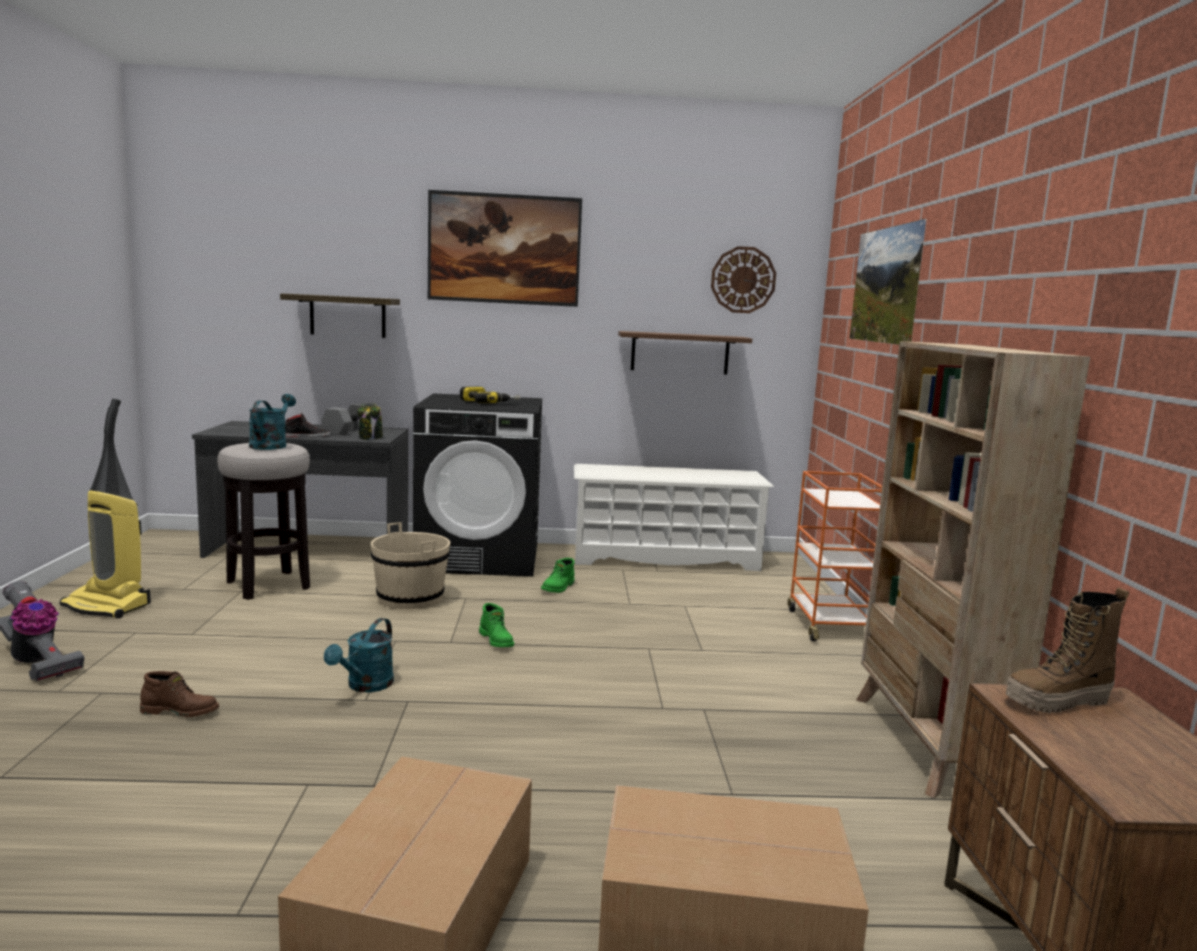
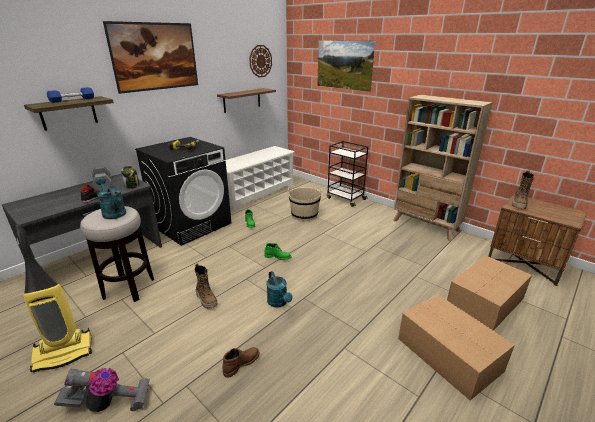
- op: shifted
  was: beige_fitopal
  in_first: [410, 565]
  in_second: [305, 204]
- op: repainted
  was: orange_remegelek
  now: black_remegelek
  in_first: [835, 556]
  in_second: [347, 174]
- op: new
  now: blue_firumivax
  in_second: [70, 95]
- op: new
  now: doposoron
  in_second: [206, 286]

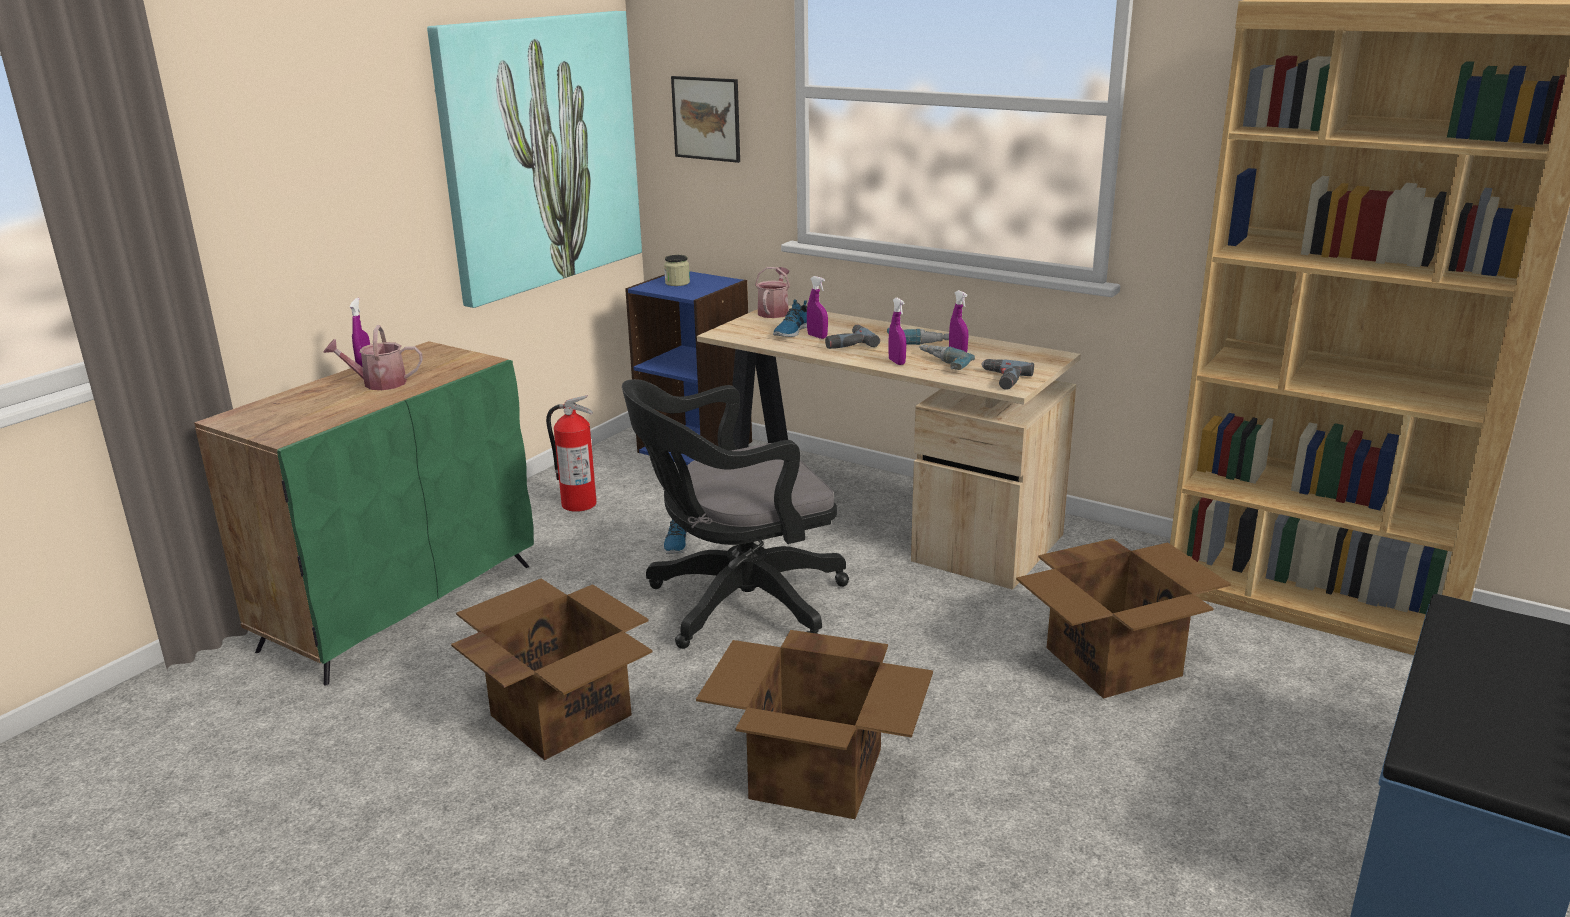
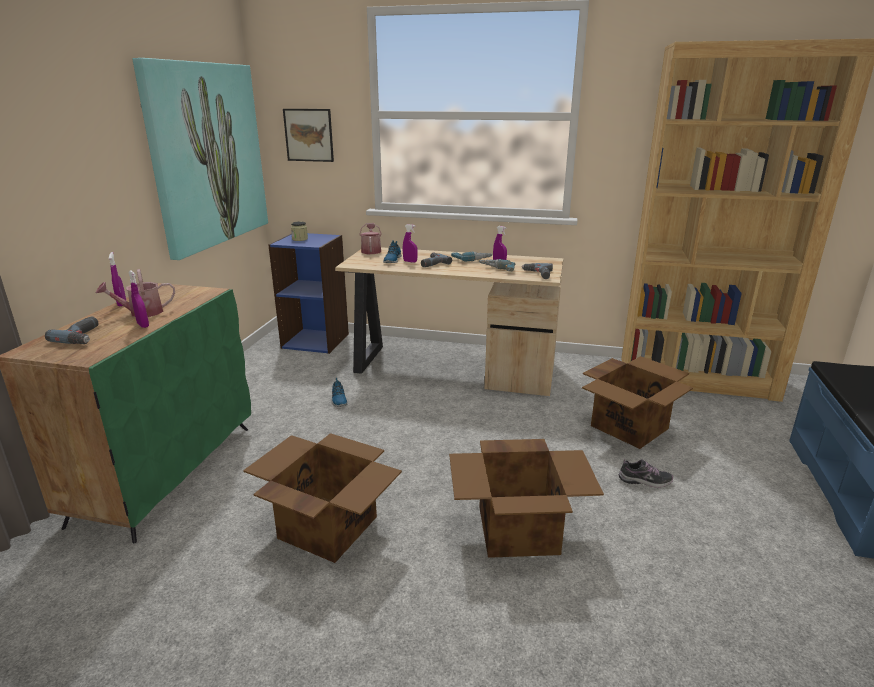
- op: gone
  was: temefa
  in_first: [571, 453]
- op: gone
  was: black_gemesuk
  in_first: [735, 514]
- op: shifted
  was: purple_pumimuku
  in_first: [897, 331]
  in_second: [138, 299]
- op: new
  now: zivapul
  in_second: [72, 330]
- op: new
  now: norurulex
  in_second: [646, 473]

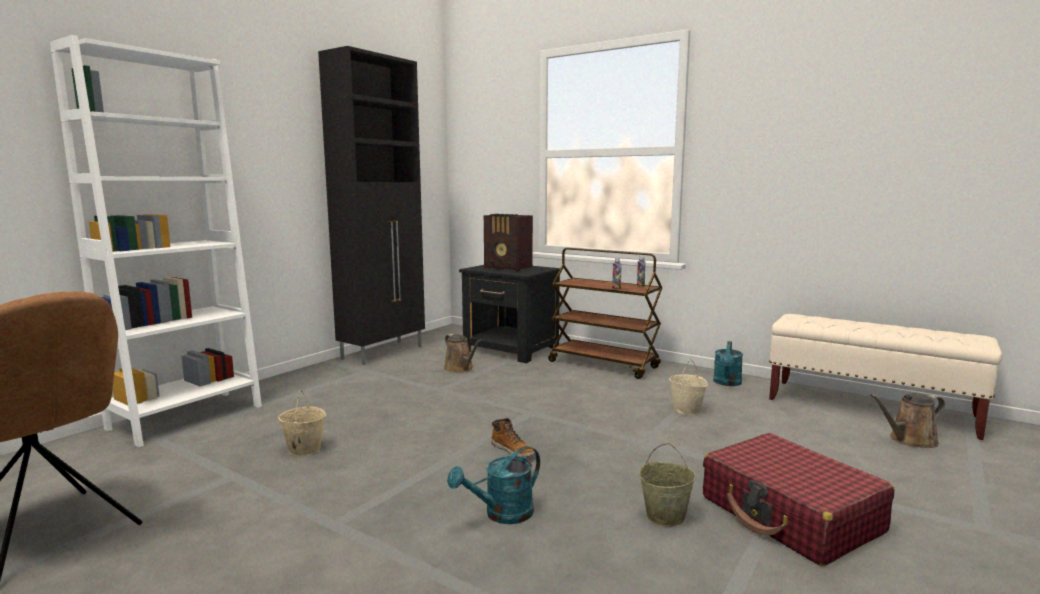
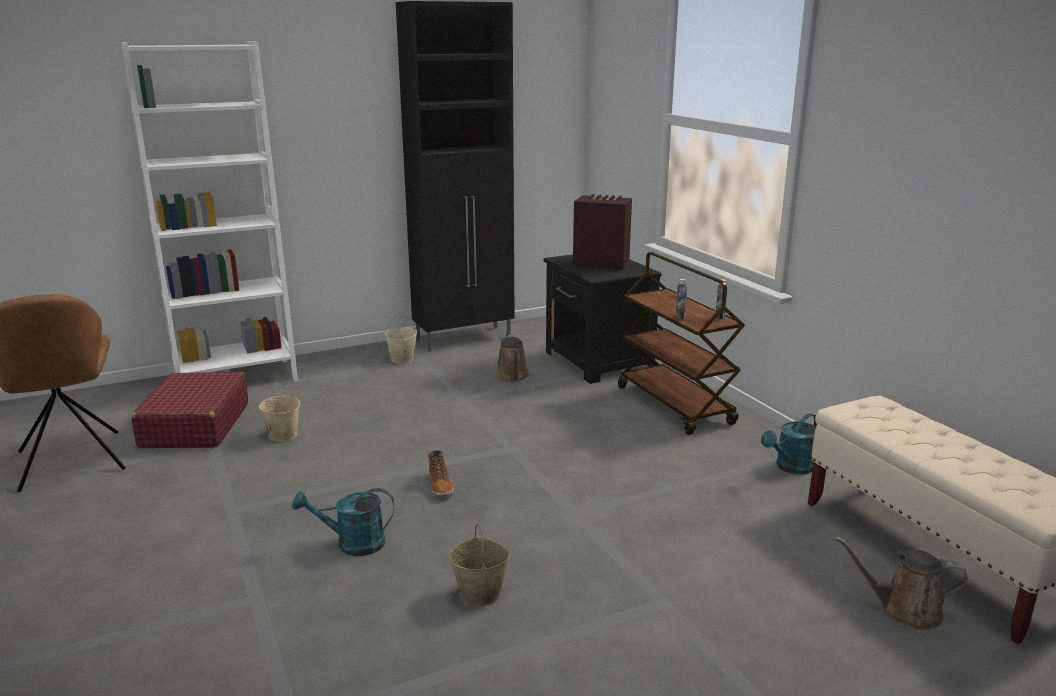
- op: rotated
  was: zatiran
  in_first: [508, 242]
  in_second: [602, 232]
  clockwise: 135
- op: shifted
  was: beige_fitopal
  in_first: [688, 387]
  in_second: [401, 339]
- op: shifted
  was: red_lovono
  in_first: [798, 499]
  in_second: [189, 410]

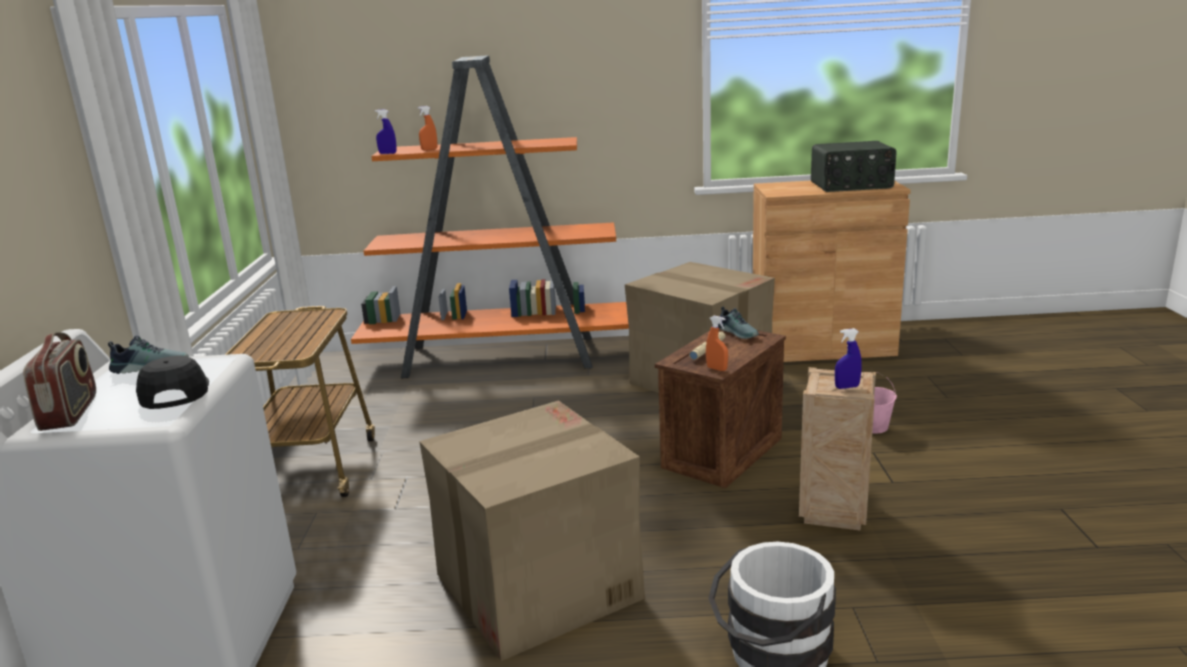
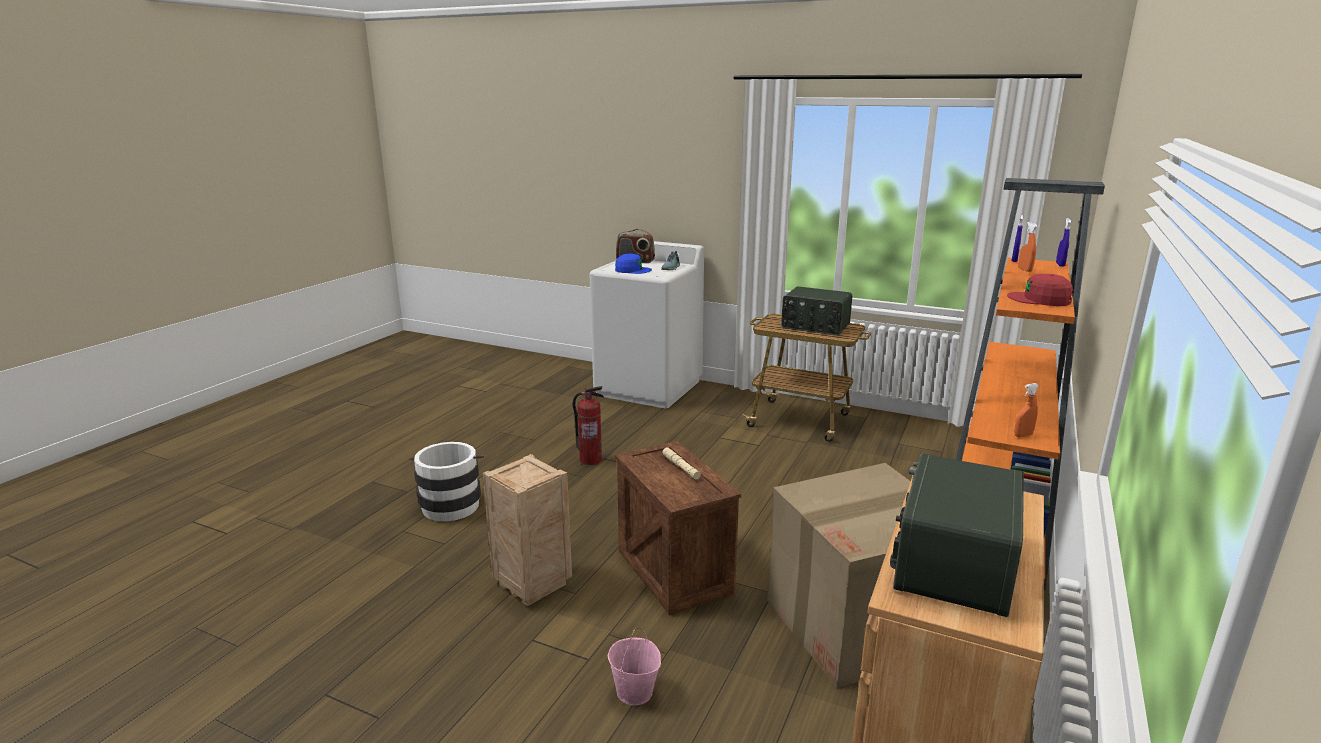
- op: repainted
  was: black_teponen
  now: blue_teponen
  in_first: [172, 382]
  in_second: [633, 264]
- op: swapped
  was: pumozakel
  now: temefa
  in_first: [532, 530]
  in_second: [588, 425]
- op: shifted
  was: orange_pumimuku
  in_first: [717, 343]
  in_second: [1026, 410]
- op: gone
  was: norurulex
  in_first: [738, 322]
- op: shifted
  was: blue_pumimuku
  in_first: [848, 358]
  in_second: [1063, 242]
- op: new
  now: zatiran
  in_second: [816, 310]
- op: new
  now: red_teponen
  in_second: [1040, 290]

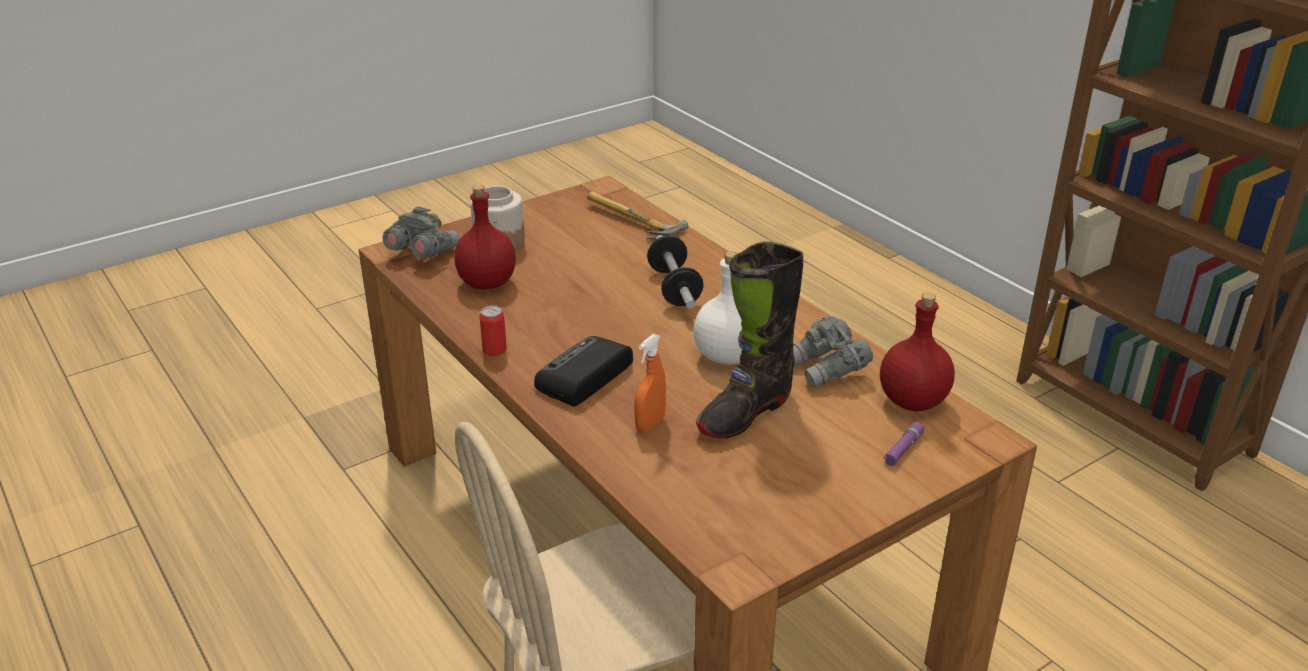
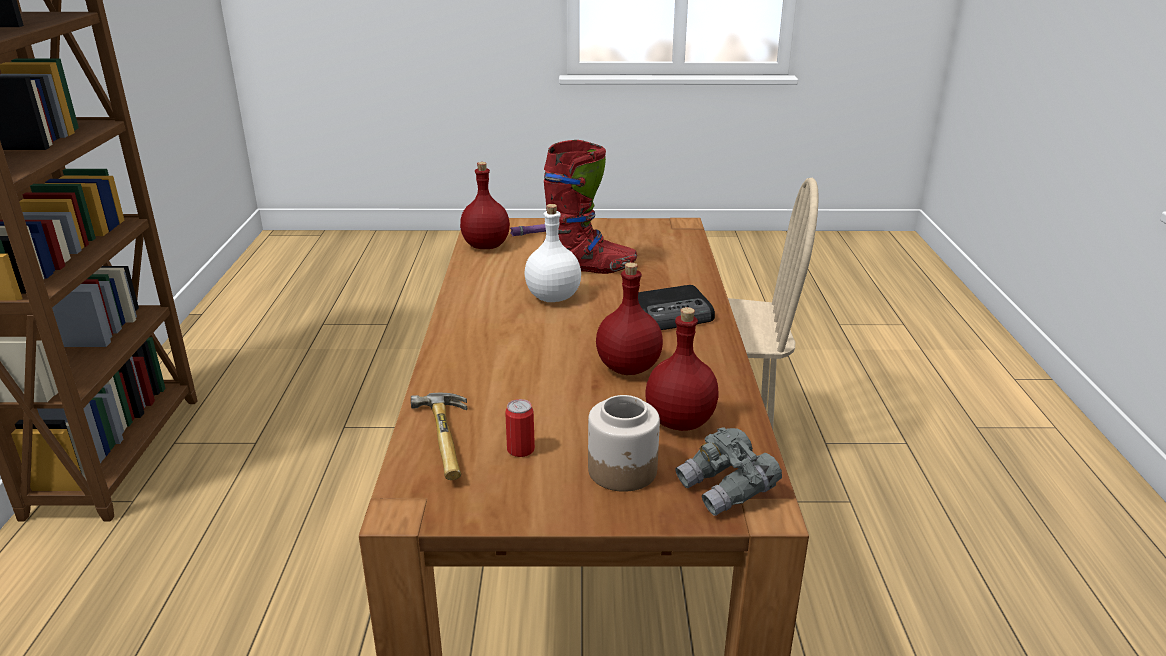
- op: shifted
  was: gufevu
  in_first: [493, 330]
  in_second: [520, 428]
- op: gone
  was: orange_pumimuku
  in_first: [650, 383]
- op: gone
  was: firumivax
  in_first: [675, 272]
- op: repainted
  was: black_doposoron
  now: red_doposoron
  in_first: [749, 340]
  in_second: [590, 207]
- op: gone
  was: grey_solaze
  in_first: [833, 352]
- op: new
  now: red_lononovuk
  in_second: [629, 318]

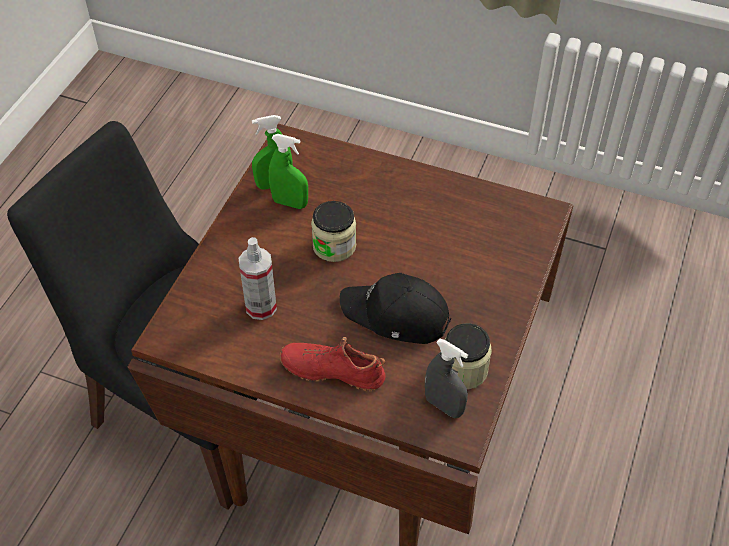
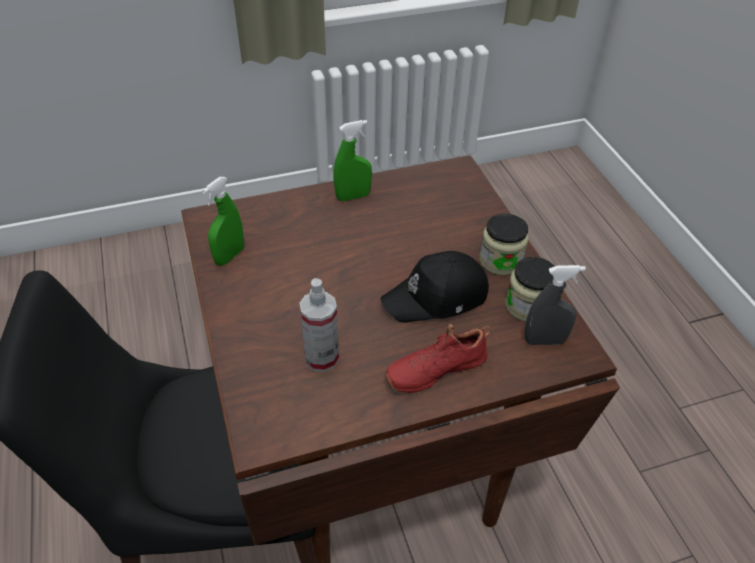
- op: shifted
  was: green_pumimuku
  in_first: [288, 171]
  in_second: [352, 160]
- op: shifted
  was: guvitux
  in_first: [333, 231]
  in_second: [504, 244]

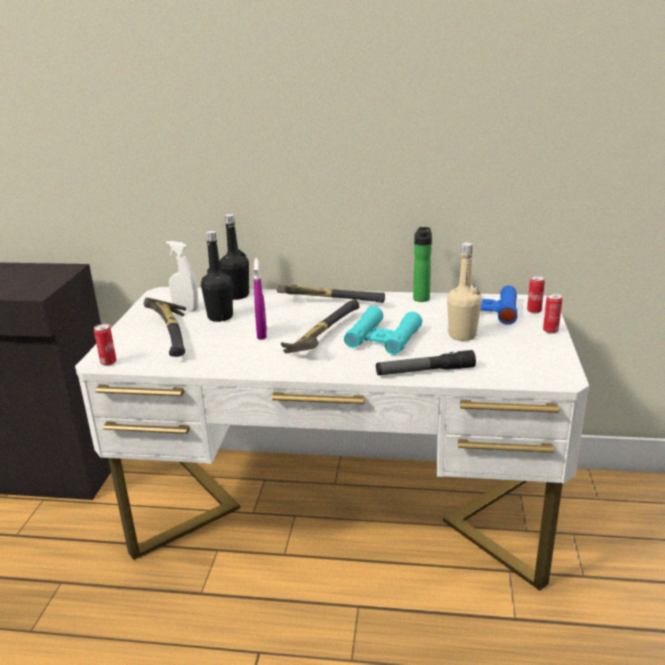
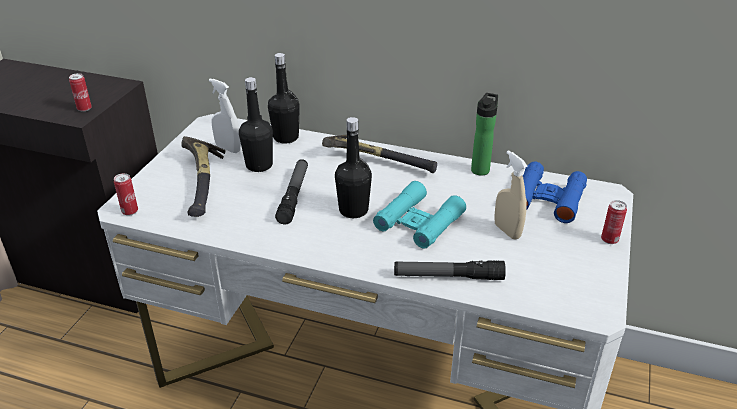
- op: swapped
  was: purple_pumimuku
  now: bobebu
  in_first: [260, 299]
  in_second: [291, 191]
- op: swapped
  was: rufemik
  now: black_lononovuk
  in_first: [320, 326]
  in_second: [353, 167]
- op: swapped
  was: beige_lononovuk
  now: beige_pumimuku
  in_first: [464, 291]
  in_second: [511, 195]
- op: shifted
  was: gufevu
  in_first: [536, 294]
  in_second: [80, 92]

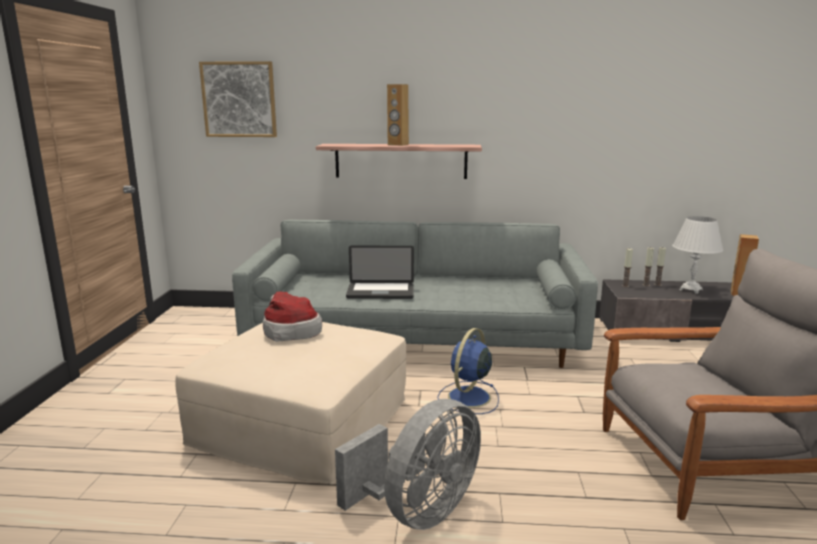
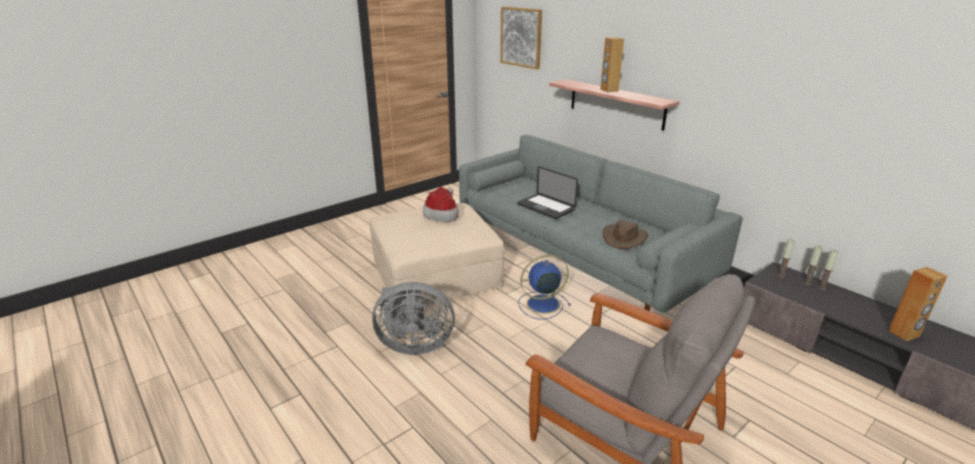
- op: gone
  was: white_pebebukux
  in_first: [697, 255]
- op: new
  now: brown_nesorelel
  in_second: [625, 234]

